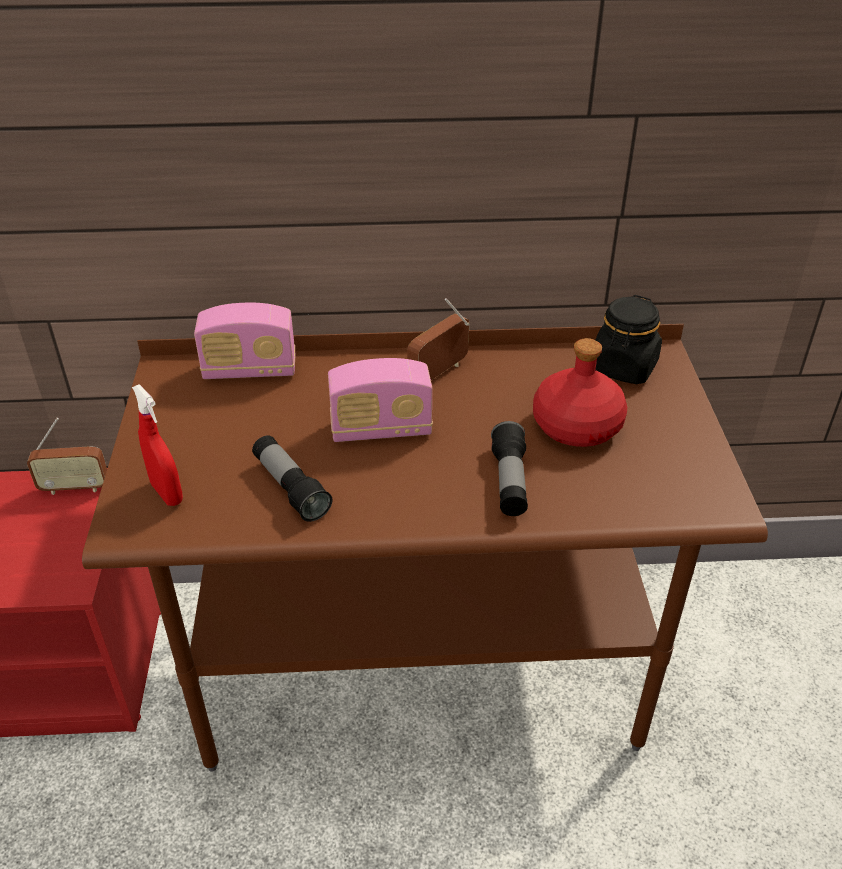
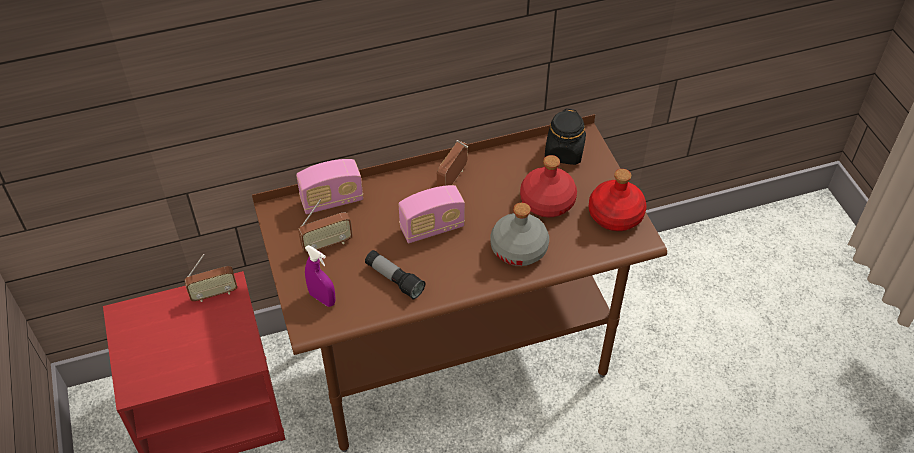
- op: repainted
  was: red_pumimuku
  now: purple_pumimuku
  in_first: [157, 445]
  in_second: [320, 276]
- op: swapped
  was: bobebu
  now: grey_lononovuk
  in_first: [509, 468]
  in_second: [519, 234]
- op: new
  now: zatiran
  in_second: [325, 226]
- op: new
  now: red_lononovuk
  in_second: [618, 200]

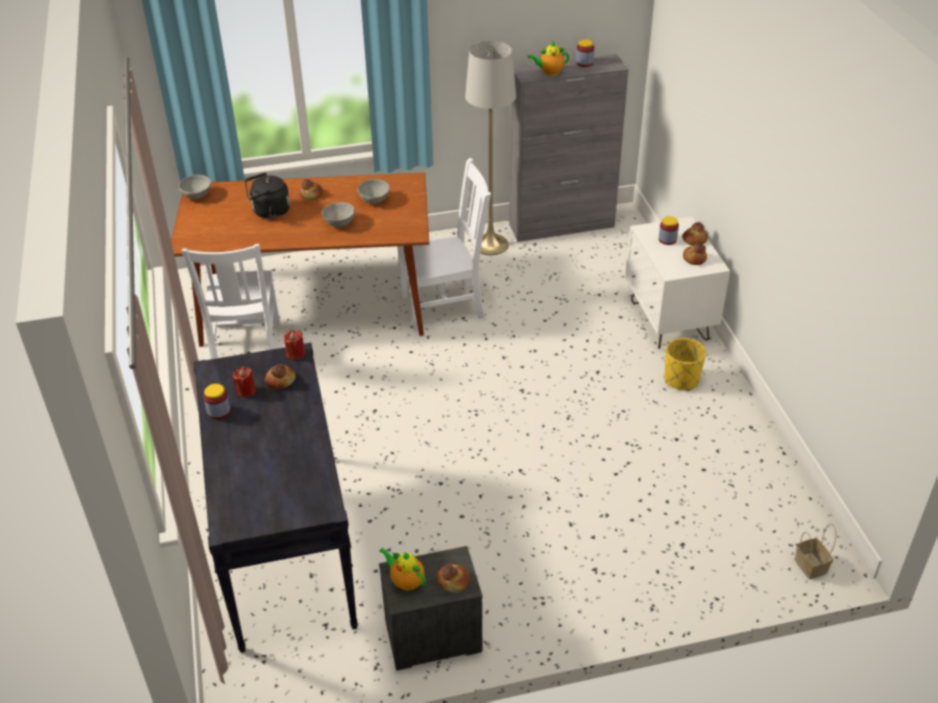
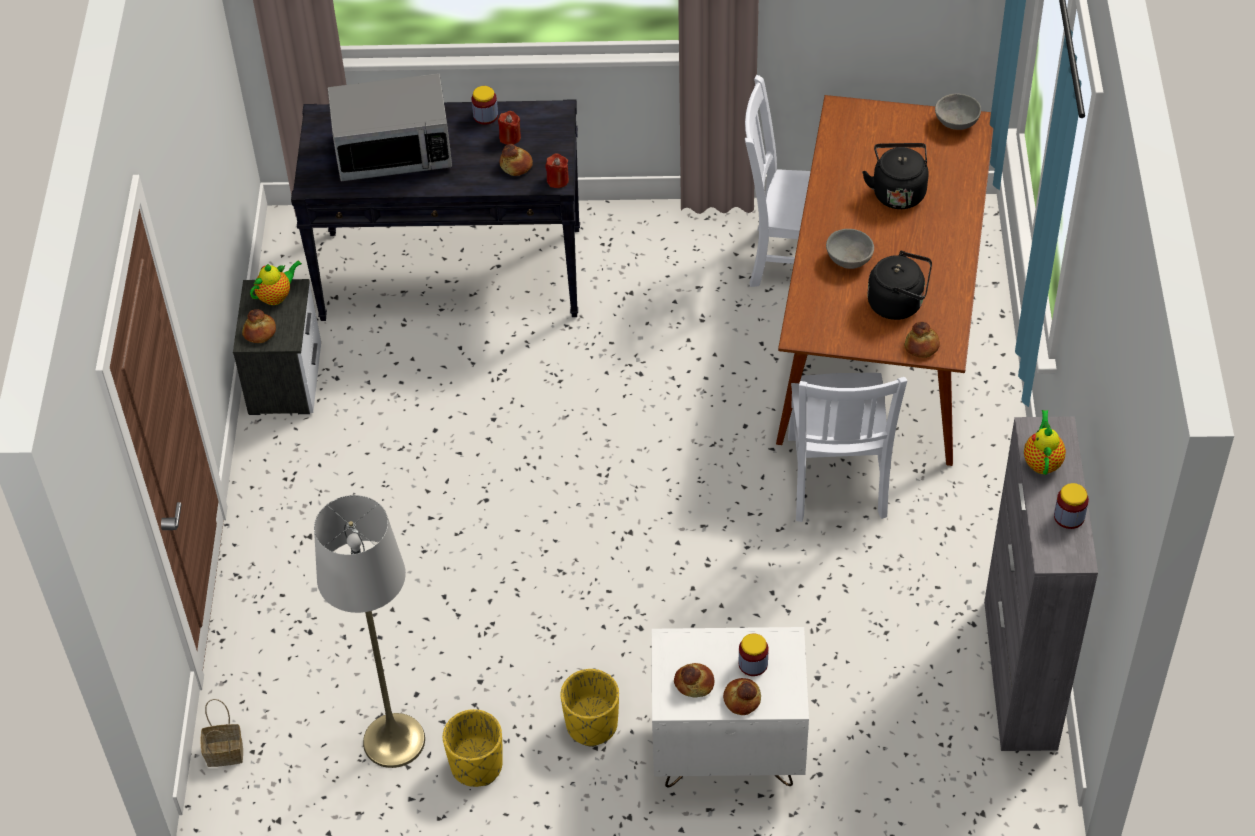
- op: shifted
  was: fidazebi
  in_first: [311, 189]
  in_second: [922, 340]
- op: swapped
  was: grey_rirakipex
  now: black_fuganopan
  in_first: [374, 191]
  in_second: [899, 285]
- op: shifted
  was: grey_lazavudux
  in_first: [490, 148]
  in_second: [369, 631]
- op: new
  now: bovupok
  in_second: [390, 127]
- op: new
  now: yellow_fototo
  in_second: [473, 748]

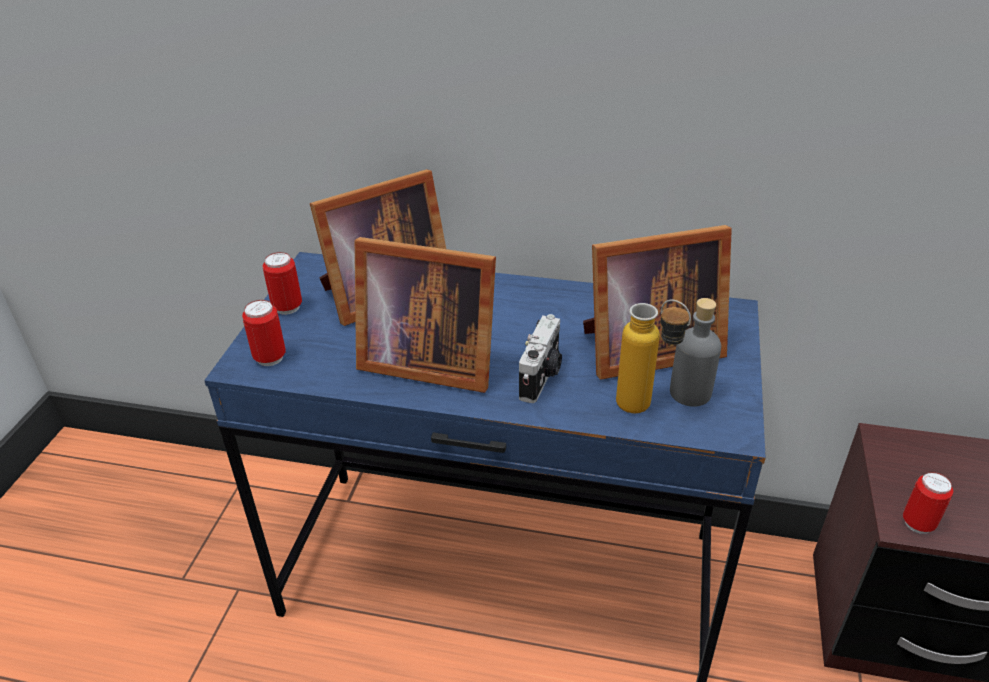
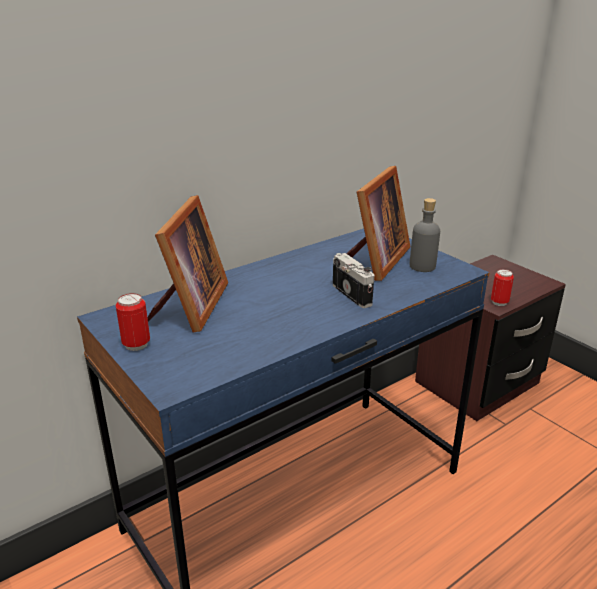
- op: gone
  was: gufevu
  in_first: [264, 333]
- op: gone
  was: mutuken
  in_first: [425, 315]
- op: gone
  was: lononovuk
  in_first: [653, 356]

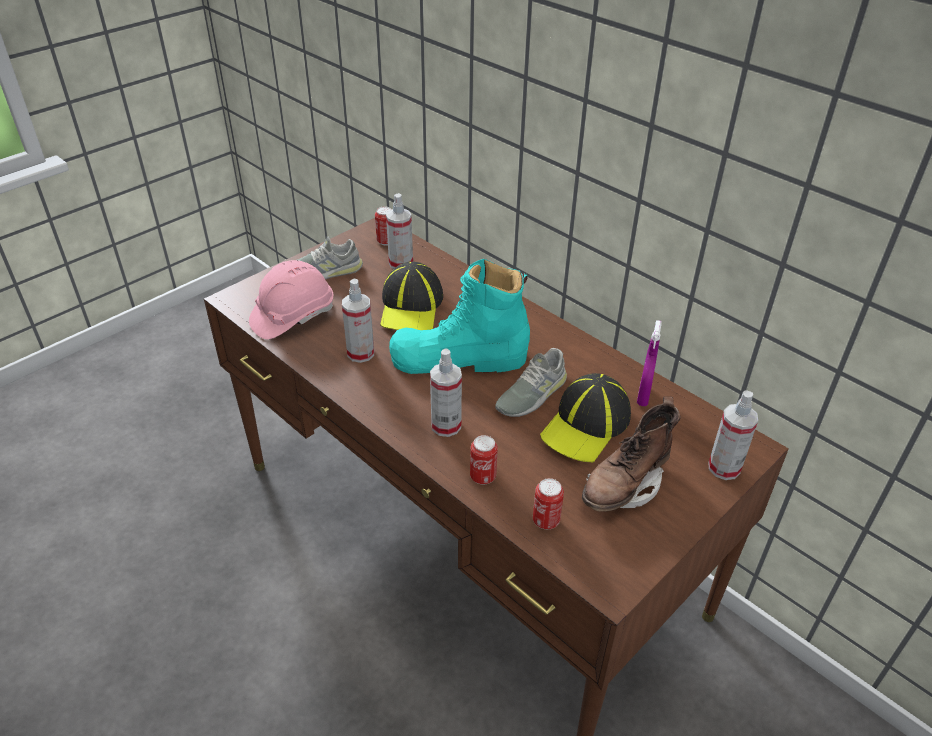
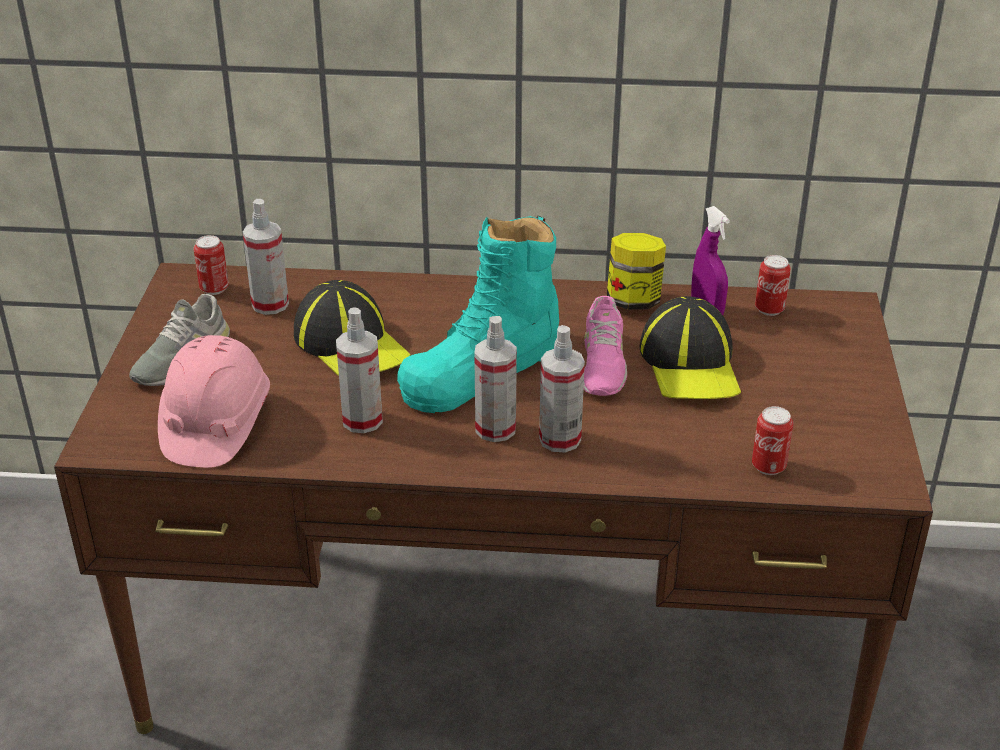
- op: shifted
  was: gufevu
  in_first: [484, 460]
  in_second: [773, 285]
- op: repainted
  was: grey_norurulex
  now: pink_norurulex
  in_first: [531, 382]
  in_second: [605, 346]
- op: gone
  was: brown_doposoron
  in_first: [631, 454]
- op: shifted
  was: pumimuku
  in_first: [733, 435]
  in_second: [495, 379]
- op: new
  now: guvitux
  in_second: [636, 271]

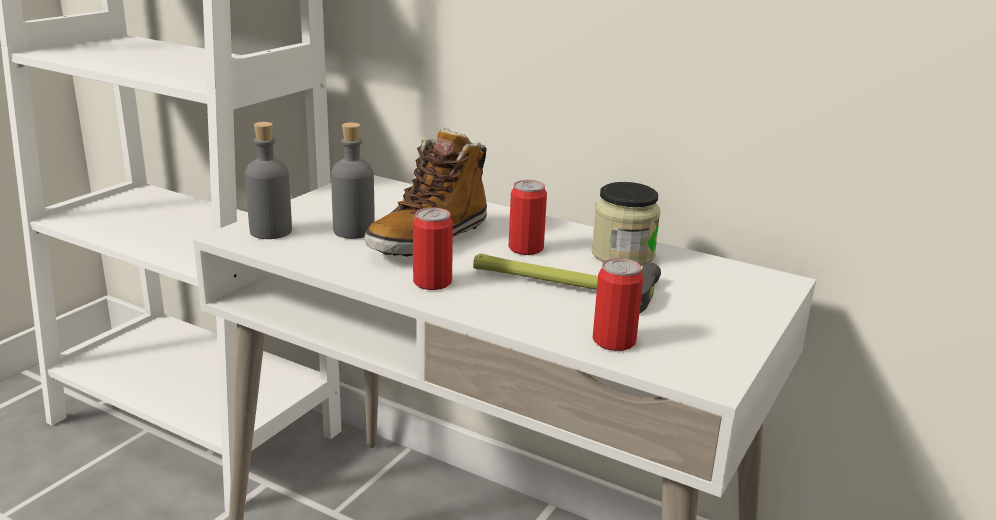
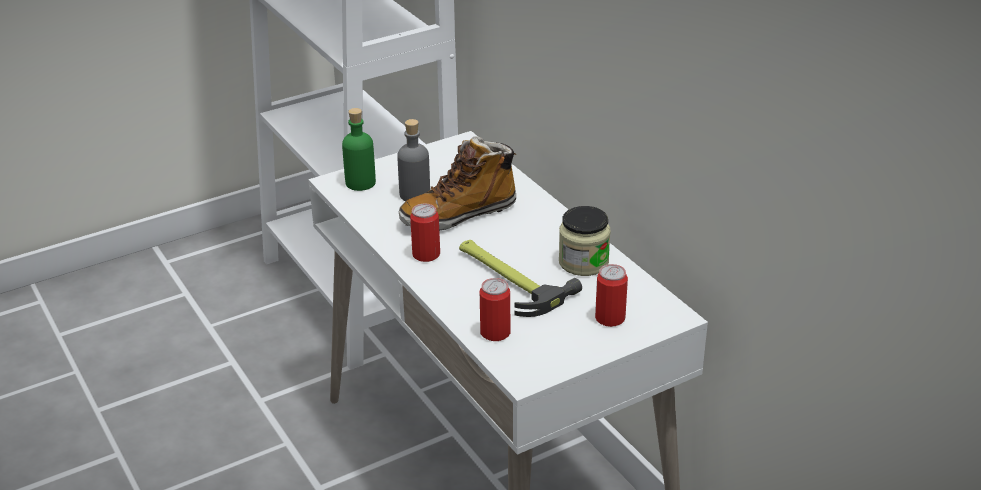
- op: repainted
  was: grey_lononovuk
  now: green_lononovuk
  in_first: [268, 180]
  in_second: [359, 149]
- op: shifted
  was: gufevu
  in_first: [528, 217]
  in_second: [611, 295]

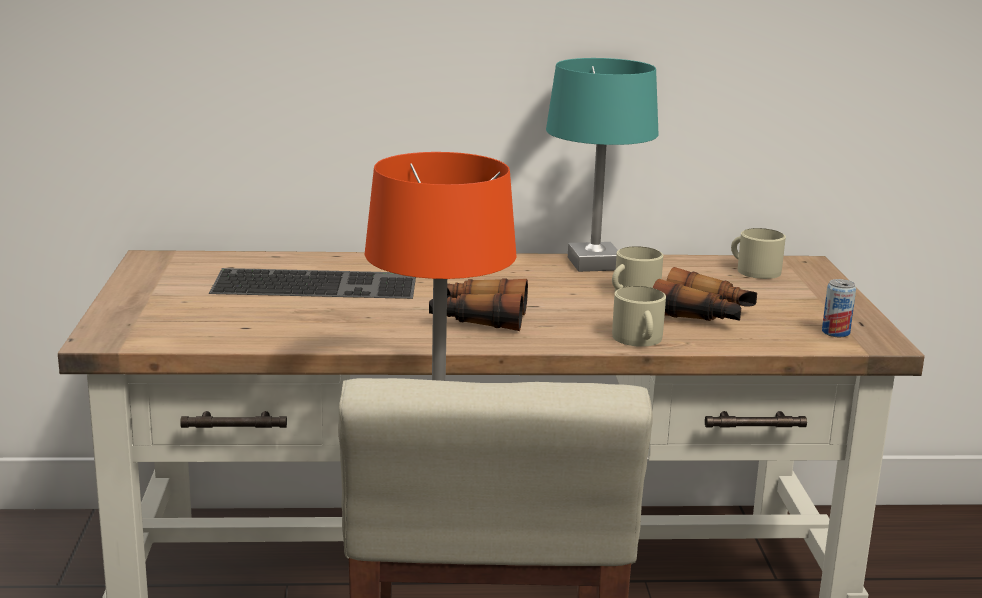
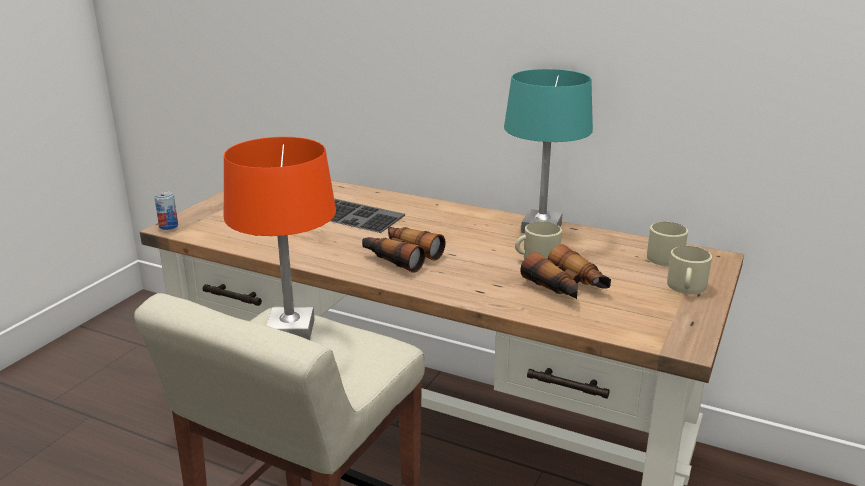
- op: shifted
  was: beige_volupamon
  in_first: [639, 316]
  in_second: [689, 270]
- op: shifted
  was: gufevu
  in_first: [839, 308]
  in_second: [166, 210]

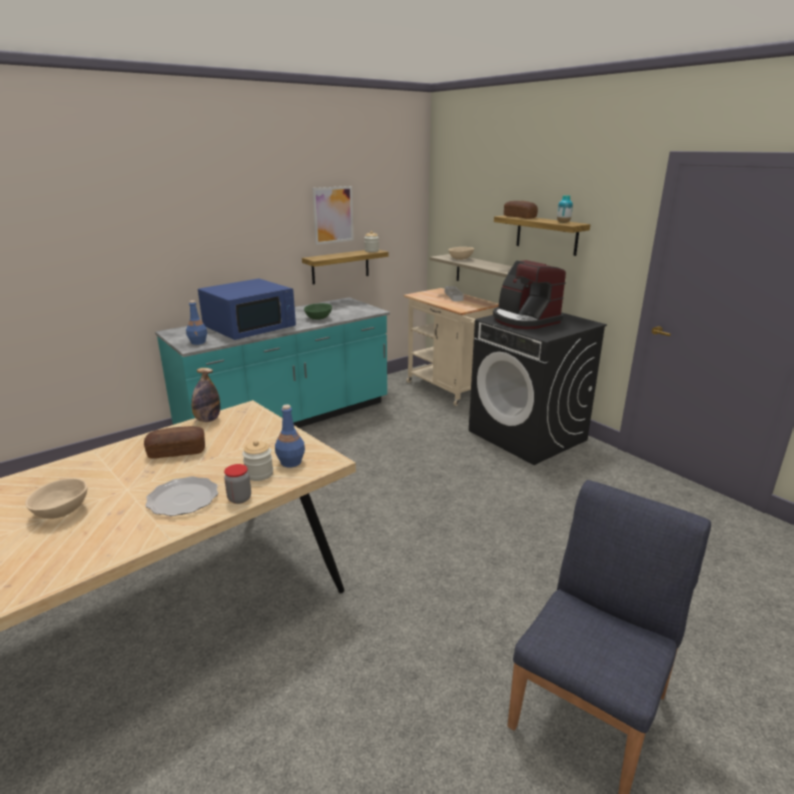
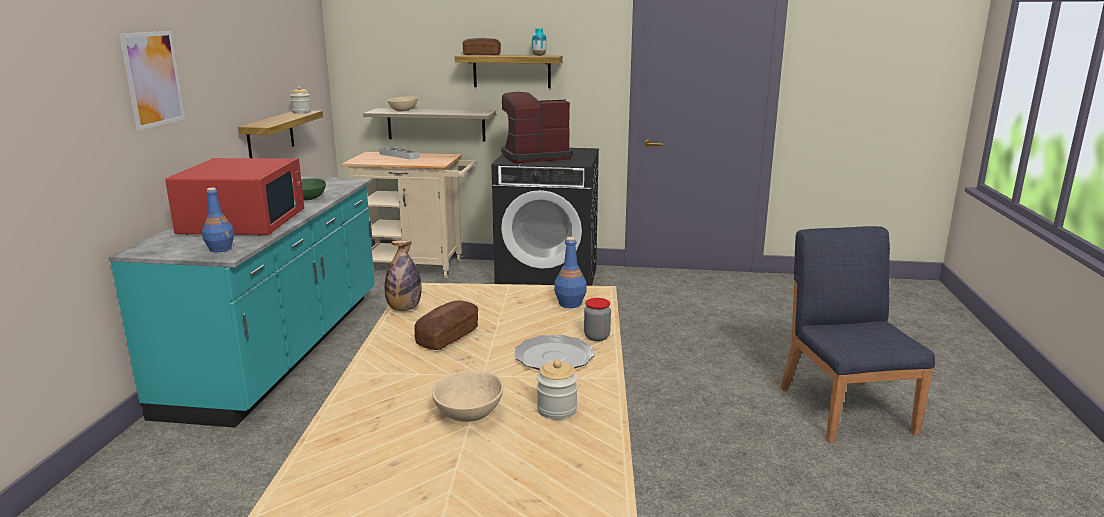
- op: repainted
  was: blue_bovupok
  now: red_bovupok
  in_first: [247, 309]
  in_second: [234, 196]
- op: shifted
  was: guvitux
  in_first: [257, 460]
  in_second: [557, 390]
- op: shifted
  was: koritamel
  in_first: [333, 215]
  in_second: [152, 80]
- op: rotated
  was: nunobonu
  in_first: [529, 294]
  in_second: [537, 127]
  clockwise: 150

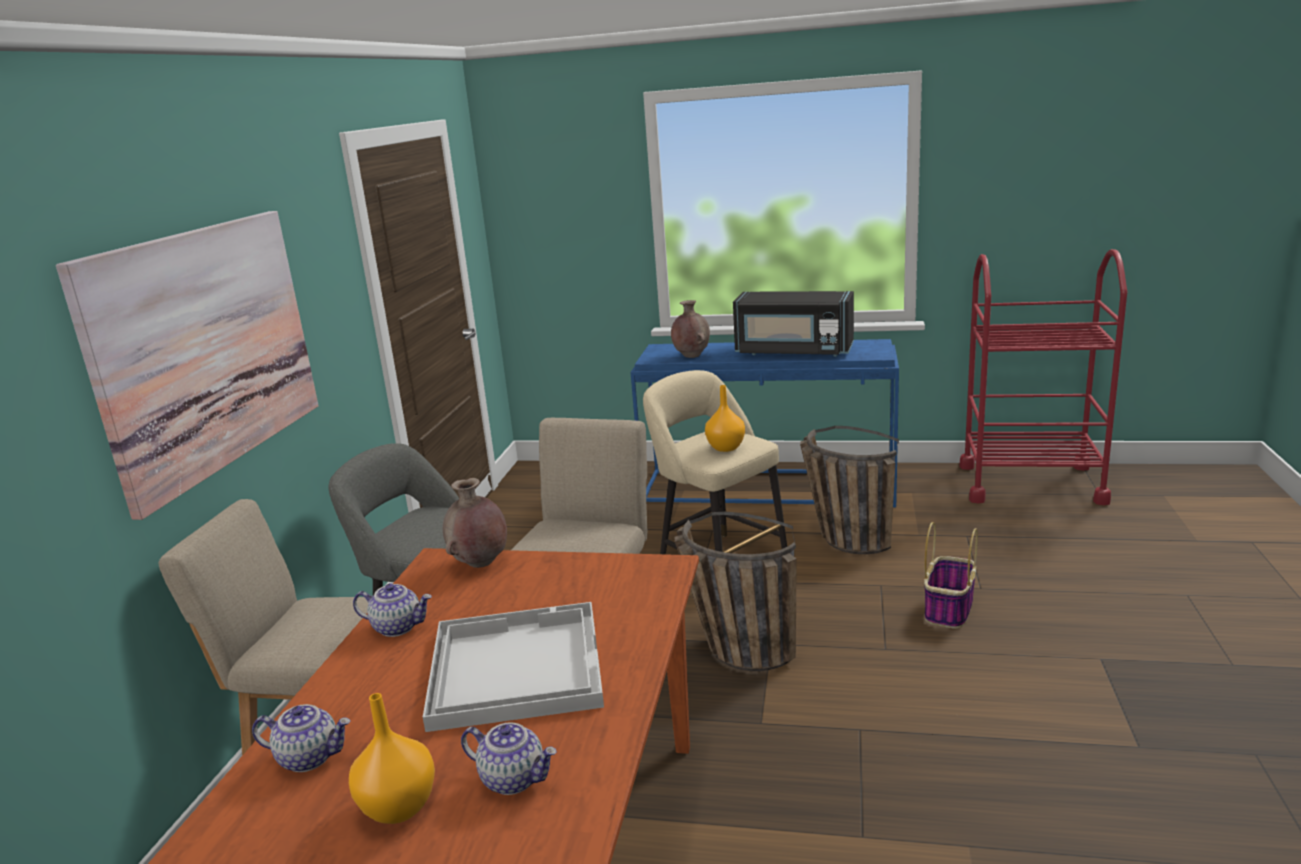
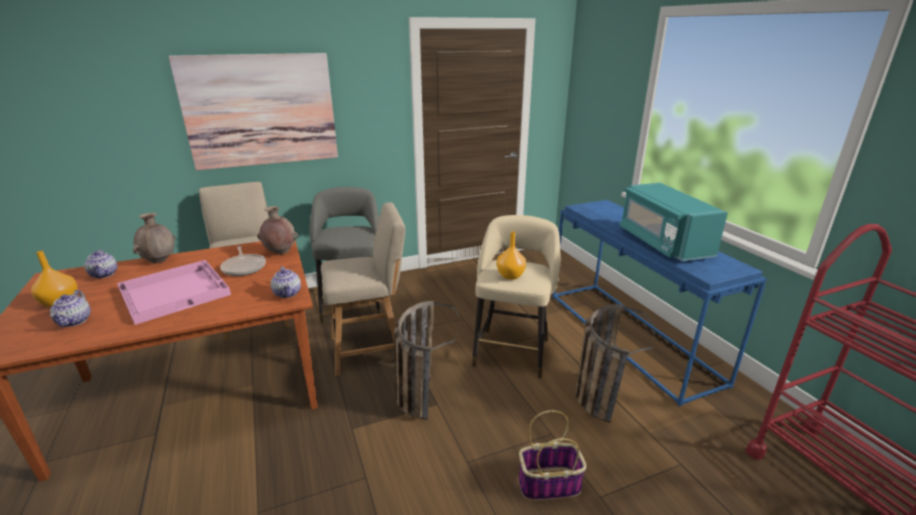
- op: shifted
  was: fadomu
  in_first: [392, 610]
  in_second: [286, 282]
- op: repainted
  was: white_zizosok
  now: pink_zizosok
  in_first: [513, 667]
  in_second: [174, 292]
- op: shifted
  was: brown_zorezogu
  in_first: [690, 329]
  in_second: [154, 238]
- op: repainted
  was: black_bovupok
  now: turquoise_bovupok
  in_first: [793, 324]
  in_second: [673, 222]
- op: new
  now: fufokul
  in_second: [243, 261]

